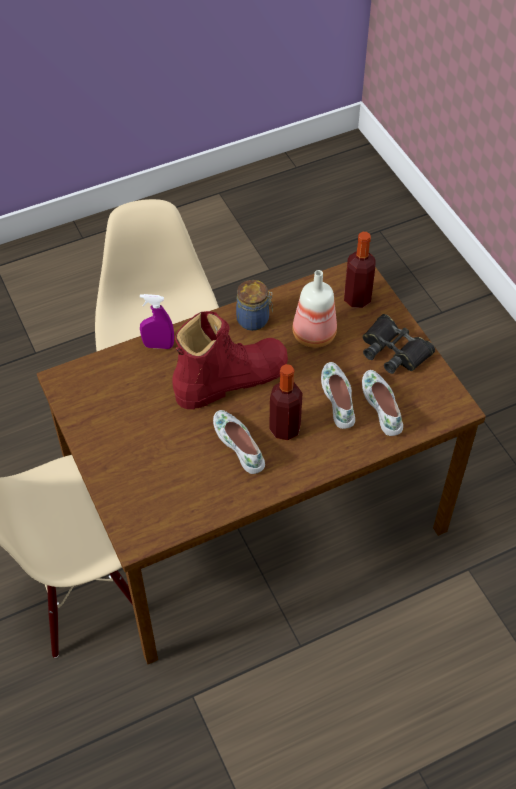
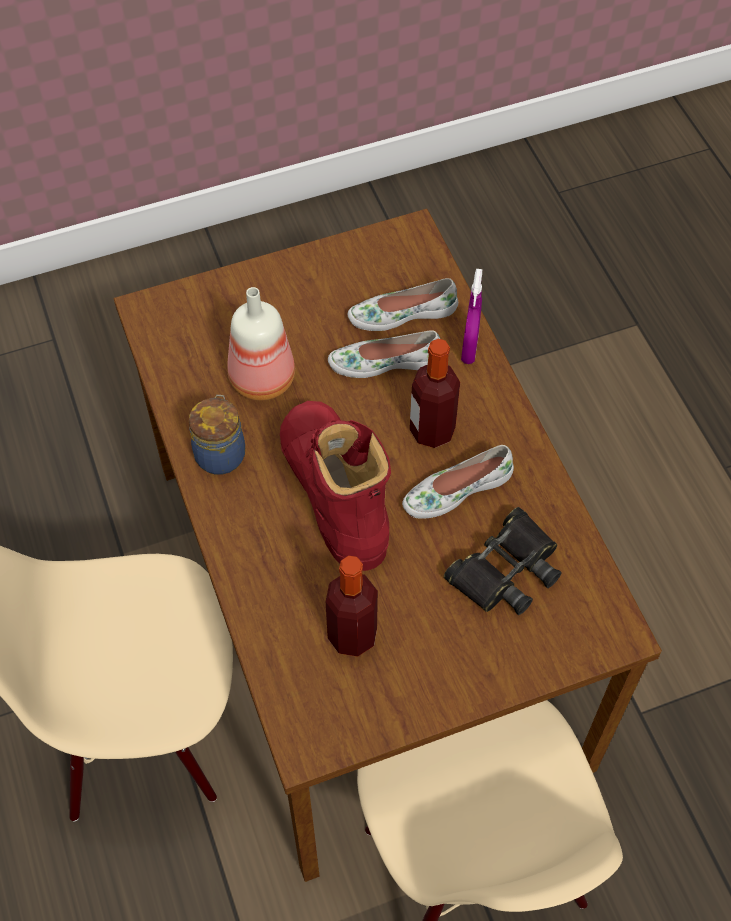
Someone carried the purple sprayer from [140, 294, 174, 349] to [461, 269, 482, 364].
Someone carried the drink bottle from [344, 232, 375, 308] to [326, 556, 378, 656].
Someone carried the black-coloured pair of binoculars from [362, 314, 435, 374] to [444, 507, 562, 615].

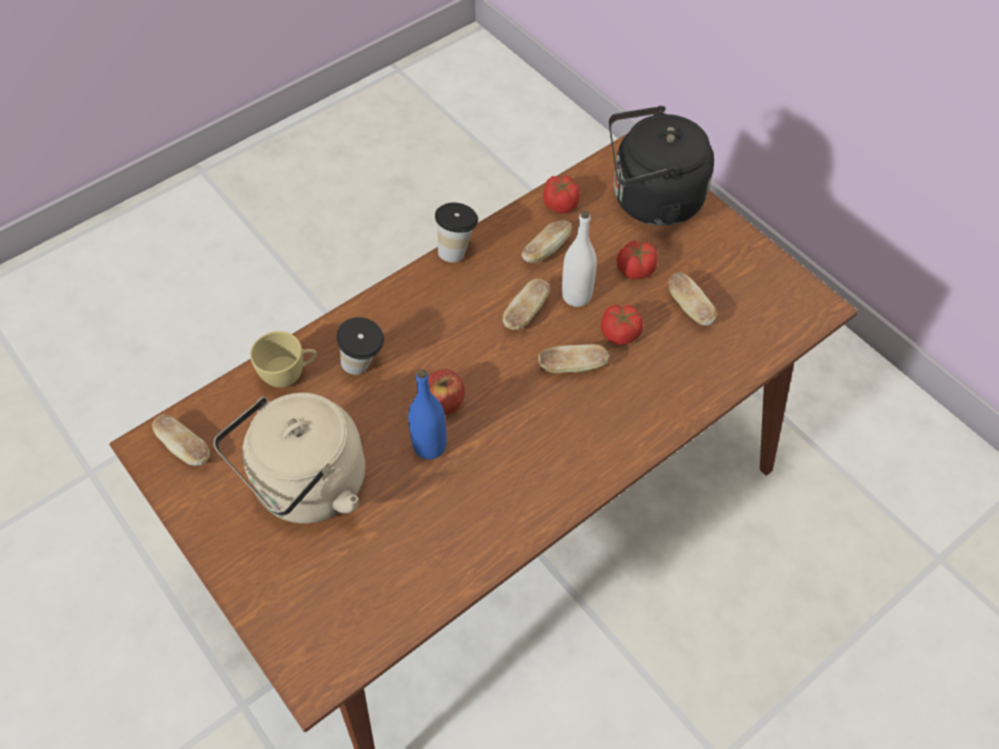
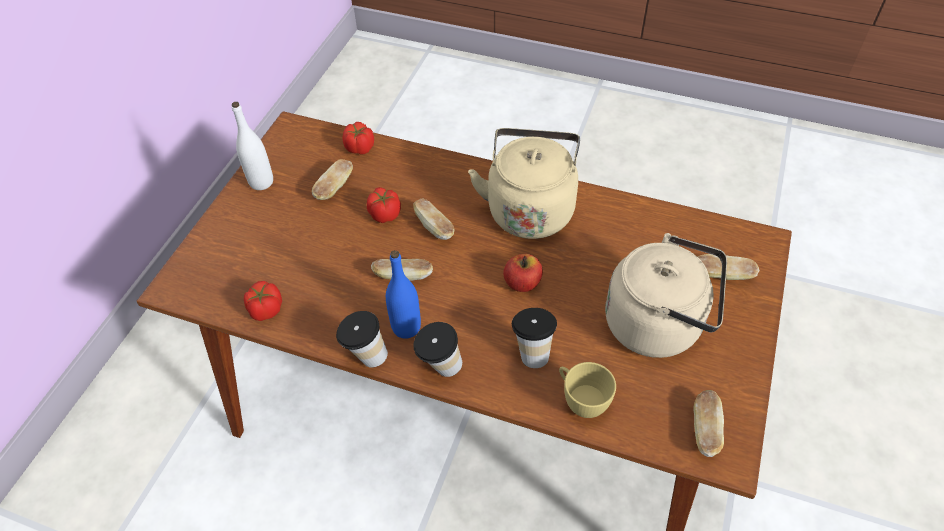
Someone took away the black-coloured tea kettle at [609, 106, 714, 226].
Someone put down the small cup at [413, 322, 462, 377].
Someone put down the beige tea kettle at [468, 128, 580, 239].
Someone carried the blue-coloured drink bottle from [408, 369, 447, 460] to [386, 250, 421, 339].
Someone carried the bakery bread from [522, 220, 572, 263] to [698, 254, 760, 280].
Someone carried the white drink bottle from [562, 211, 597, 307] to [232, 102, 273, 190].
Someone carried the tomato from [617, 240, 657, 280] to [342, 122, 374, 155].

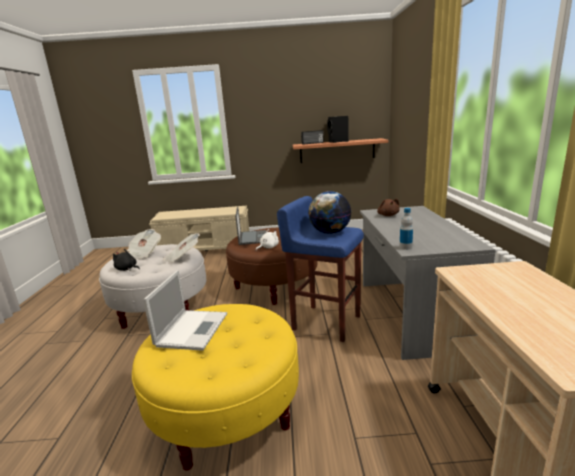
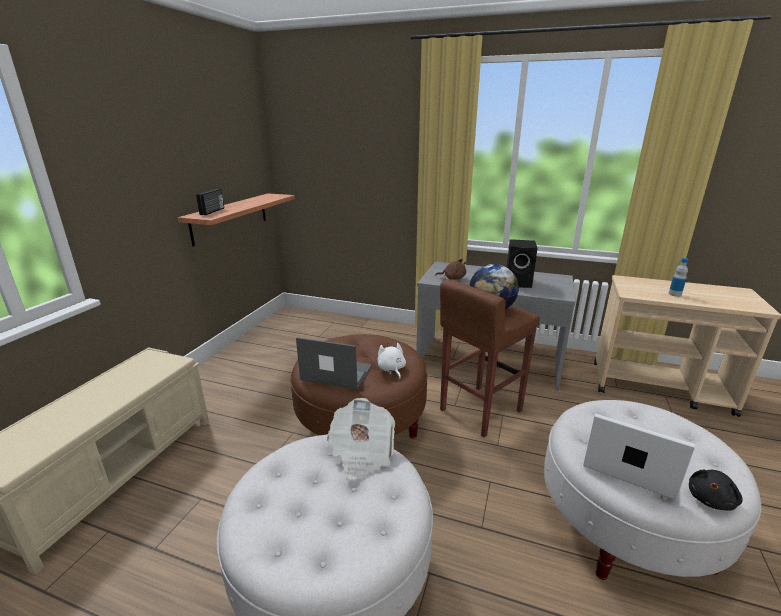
Someone took away the newspaper at [127, 229, 161, 259].
Someone carried the black-coloured soft toy from [113, 249, 140, 271] to [689, 469, 743, 511].
Someone carried the black-coloured audio speaker from [327, 116, 349, 143] to [507, 239, 537, 288].
Someone carried the drink bottle from [400, 208, 413, 250] to [668, 258, 688, 297].
Someone repainted the yellowish footrest at [132, 304, 299, 471], which became the white footrest at [544, 400, 761, 580].
Someone repainted the blue-coloured stool at [277, 196, 364, 342], which became the brownish stool at [440, 279, 540, 437].

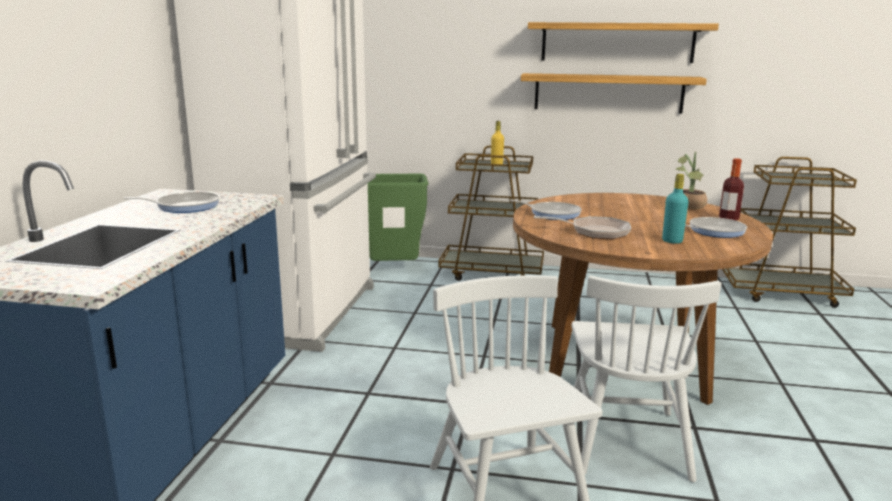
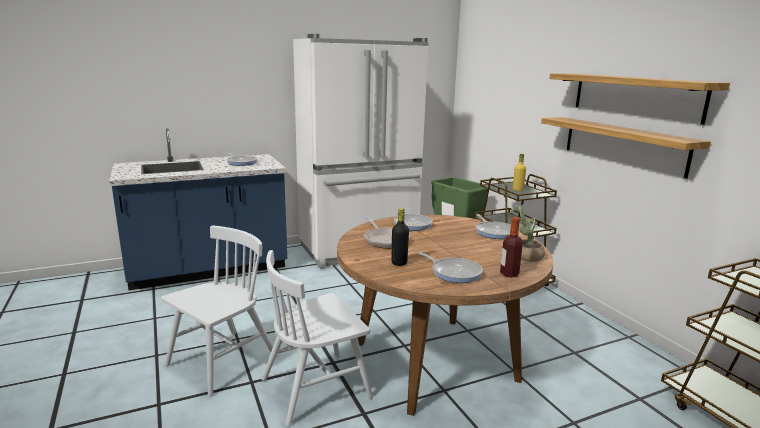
Someone put down the frying pan at [476, 214, 511, 239].
Someone repainted the blue-green drink bottle at [662, 174, 688, 244], which became the black-coloured drink bottle at [391, 208, 409, 266].

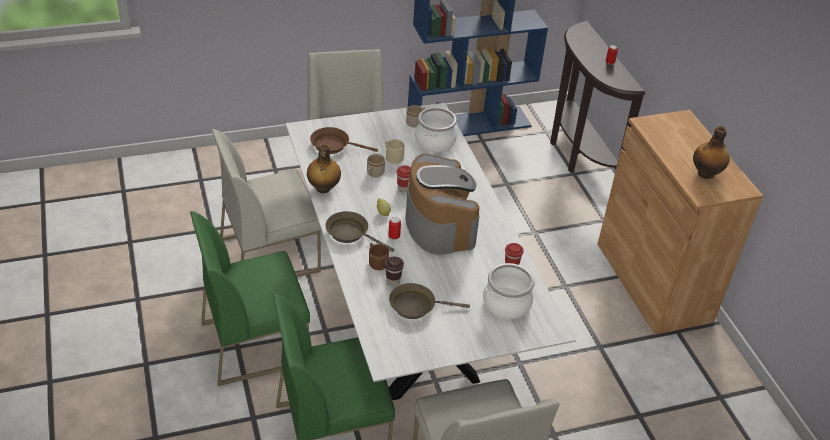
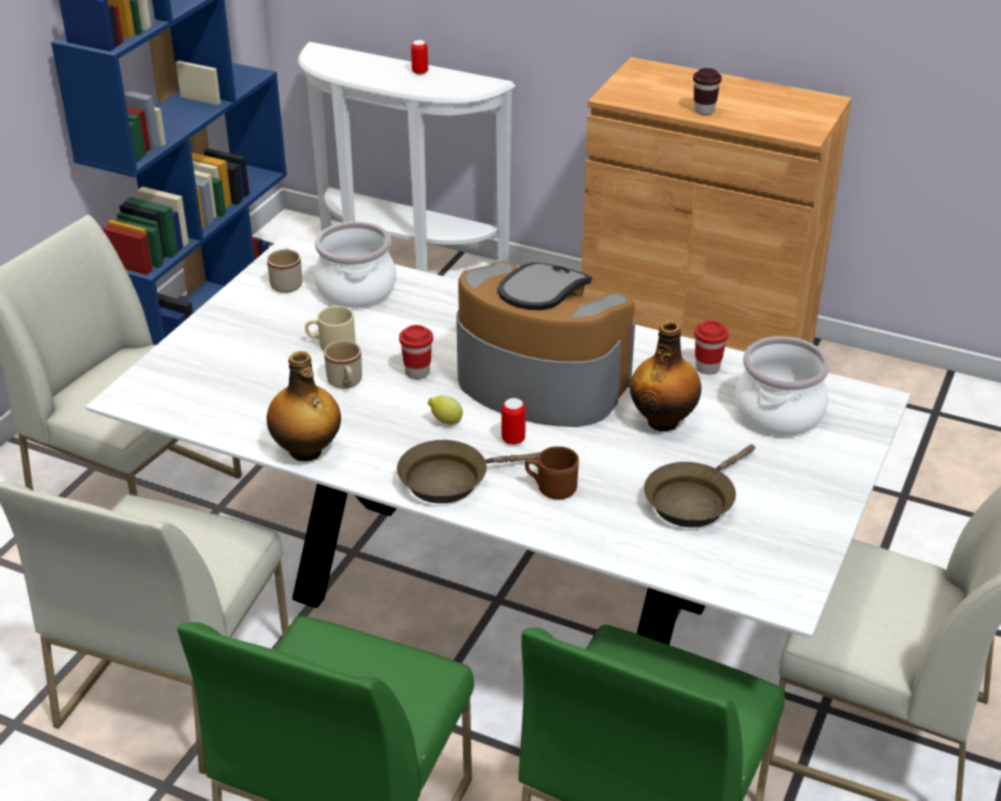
Someone took away the brownish frying pan at [310, 127, 378, 154].
Someone carried the brownish small cup from [385, 256, 404, 285] to [693, 68, 722, 115].
Someone carried the drink bottle from [693, 126, 730, 179] to [630, 320, 702, 431].
Someone repainted the brownish hall table at [550, 21, 645, 173], which became the white hall table at [298, 42, 516, 272].

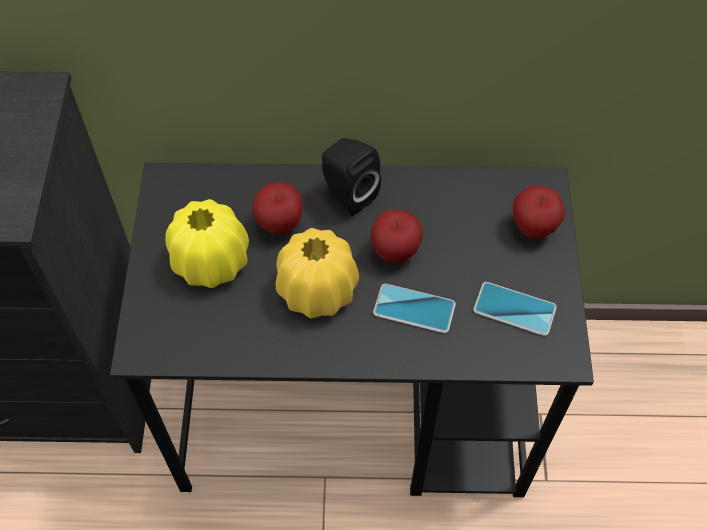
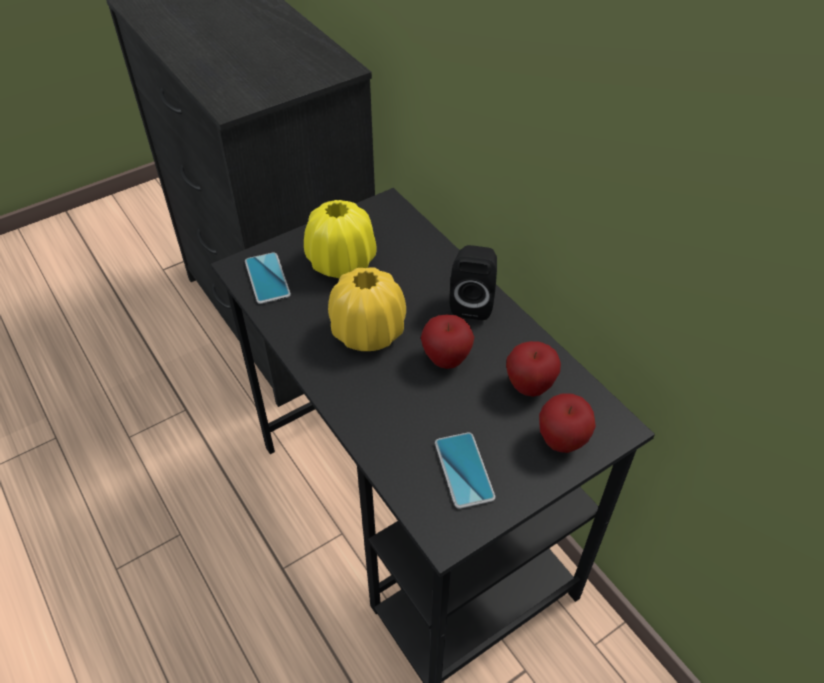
Someone carried the apple fruit from [252, 182, 303, 235] to [506, 341, 561, 397].
Someone carried the telephone from [373, 284, 456, 333] to [245, 252, 291, 304].

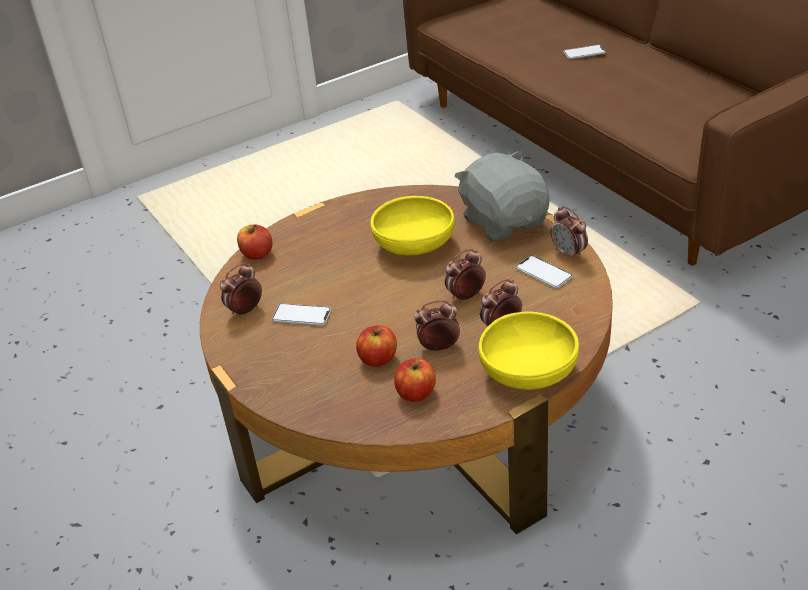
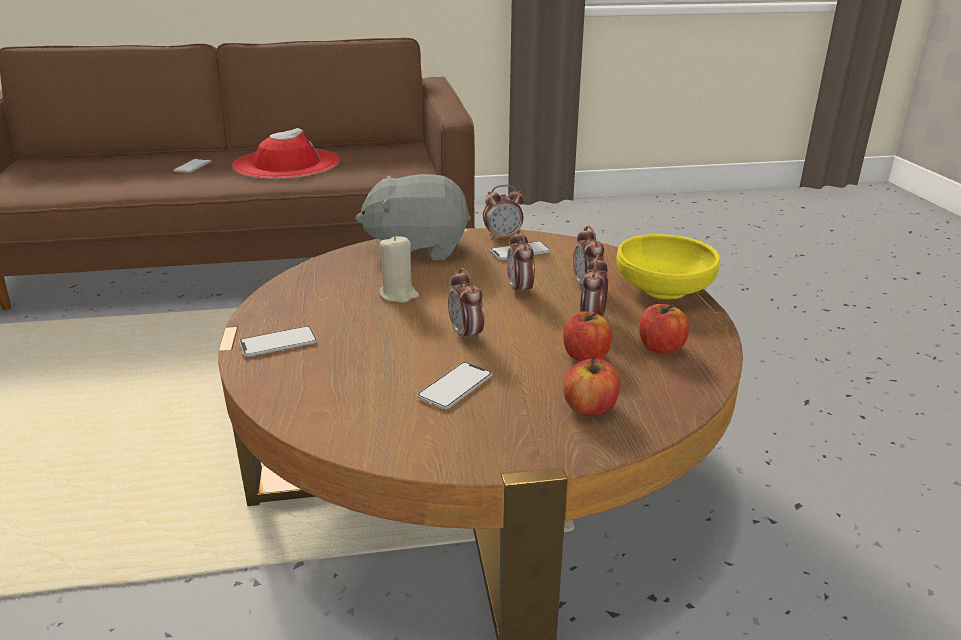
Someone put down the red hat at [232, 128, 340, 179].
Someone put down the telephone at [239, 326, 318, 357].
Someone carried the alarm clock from [220, 263, 262, 318] to [448, 268, 484, 344].
Someone carried the apple fruit from [237, 224, 272, 260] to [563, 357, 620, 416].
Someone swapped the yellowish serving bowl at [370, 196, 455, 255] for the beige wax candle at [379, 235, 419, 303].

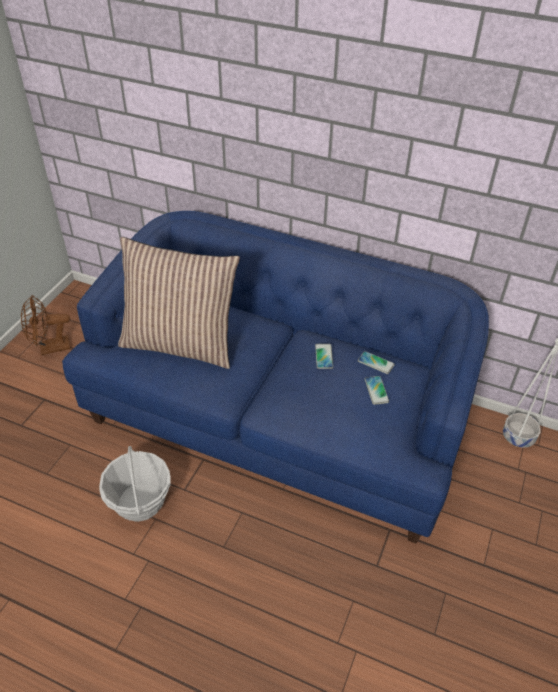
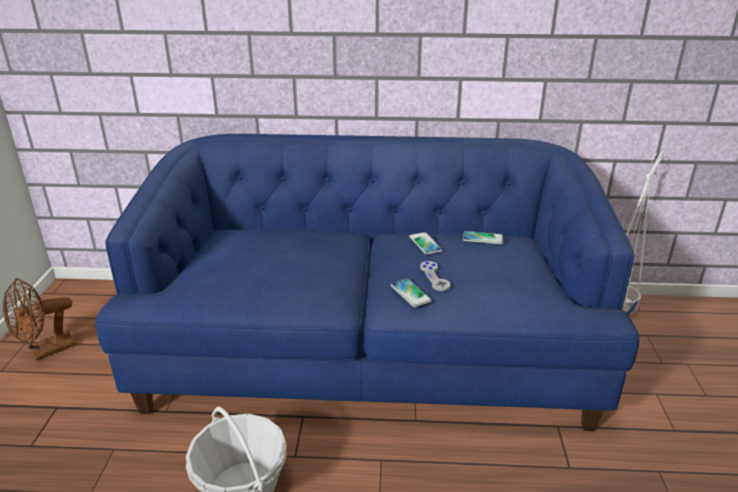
Someone took away the pillow at [118, 237, 240, 369].
Someone put down the greyish gamepad at [420, 261, 451, 291].
Someone carried the telephone from [365, 376, 389, 405] to [391, 279, 432, 307].

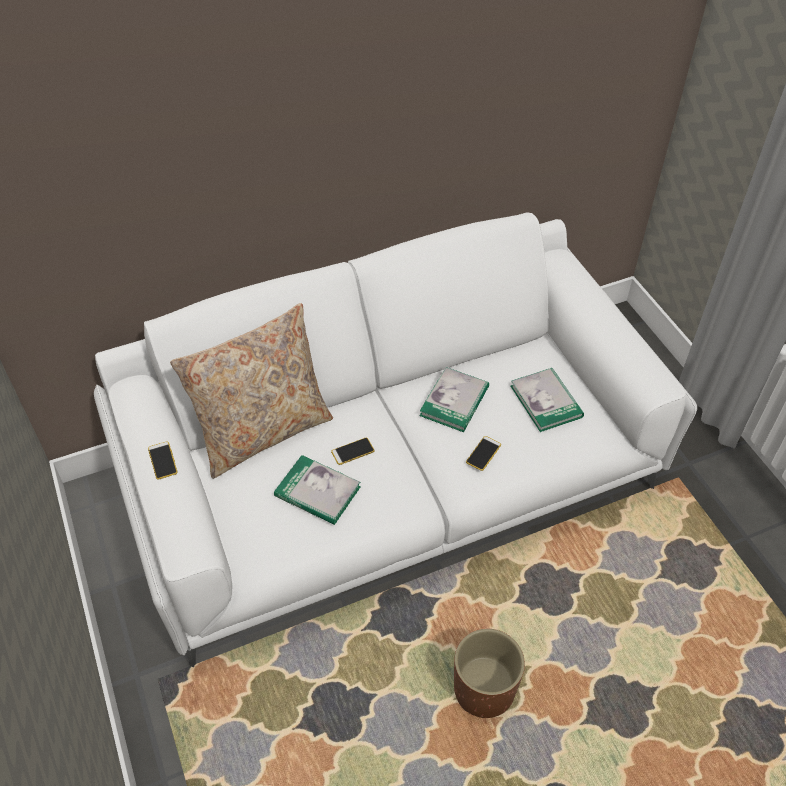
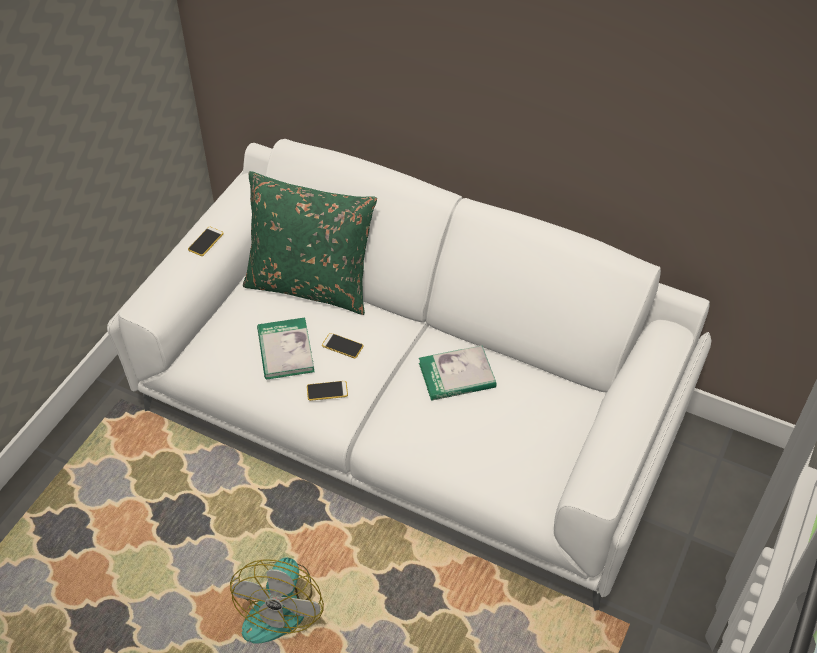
Someone took away the book at [511, 368, 584, 432].
Someone carried the telephone from [466, 436, 501, 471] to [307, 381, 348, 401].
Someone swapped the brownish planter at [454, 629, 525, 718] for the electric fan at [230, 557, 324, 644].
Someone repainted the beige pillow at [170, 303, 333, 479], which became the green-coloured pillow at [243, 171, 377, 315].

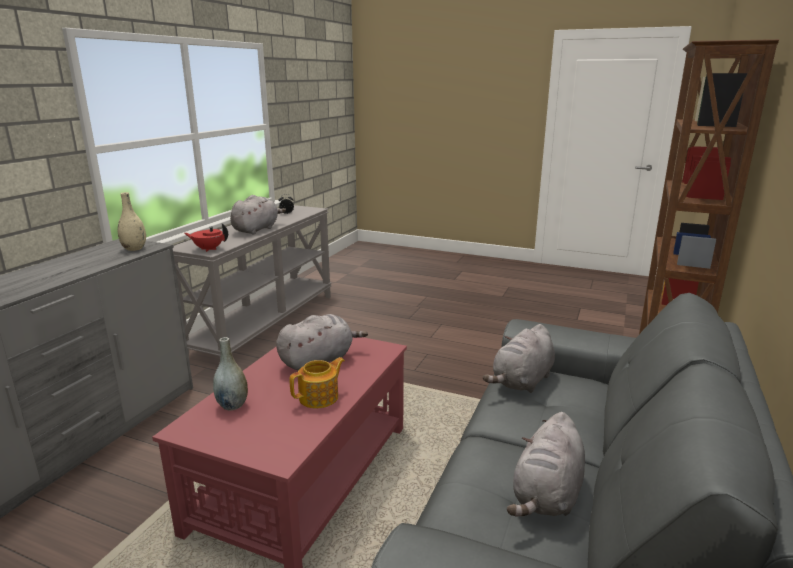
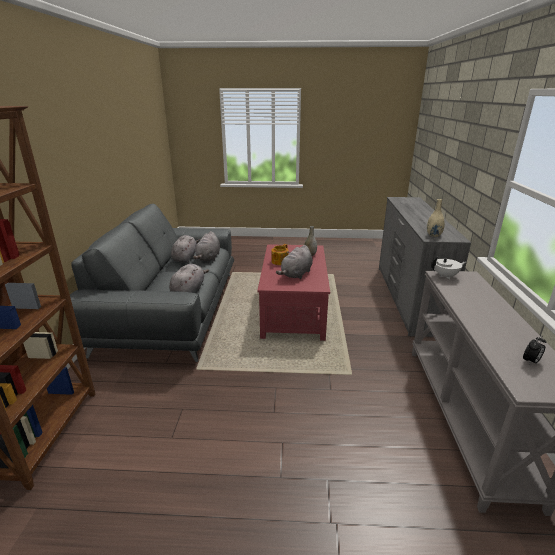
Someone carried the greyish soft toy from [230, 195, 286, 234] to [193, 231, 220, 261].
Someone repainted the red tea pot at [184, 223, 228, 252], which became the white tea pot at [431, 256, 466, 279].

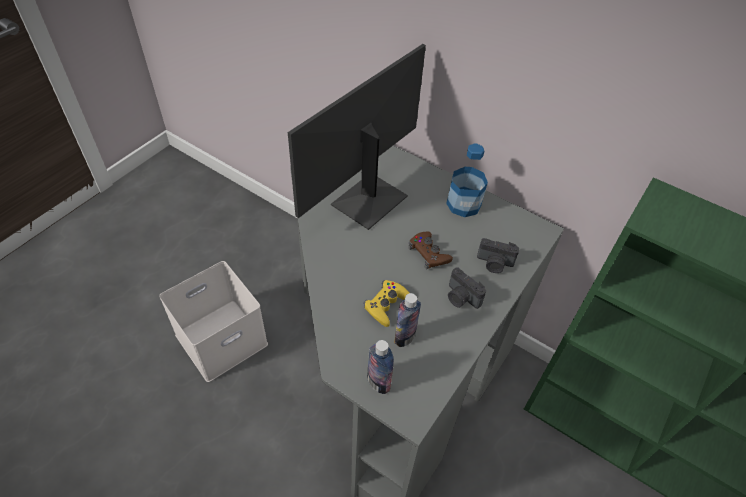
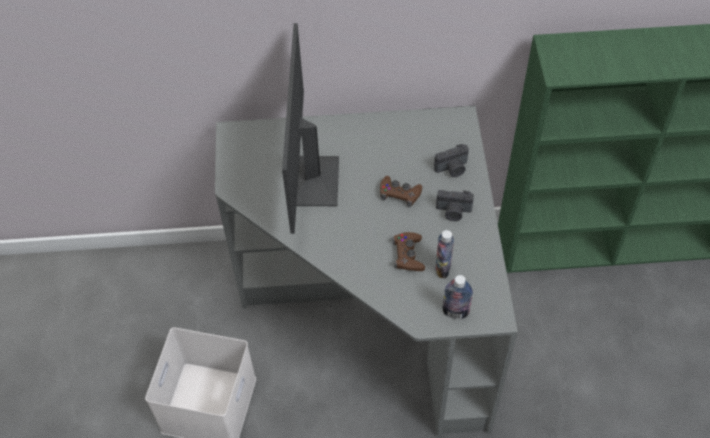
Someone took away the drink bottle at [446, 143, 488, 217].
Someone repainted the yellowish gamepad at [364, 280, 410, 327], which became the brownish gamepad at [392, 232, 425, 271].

